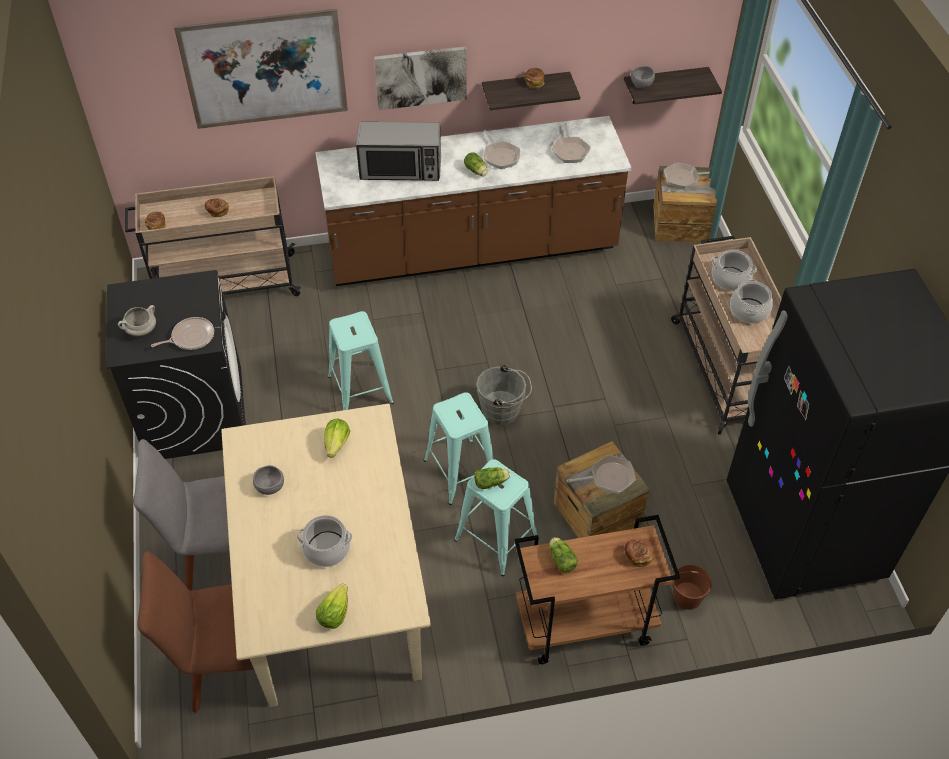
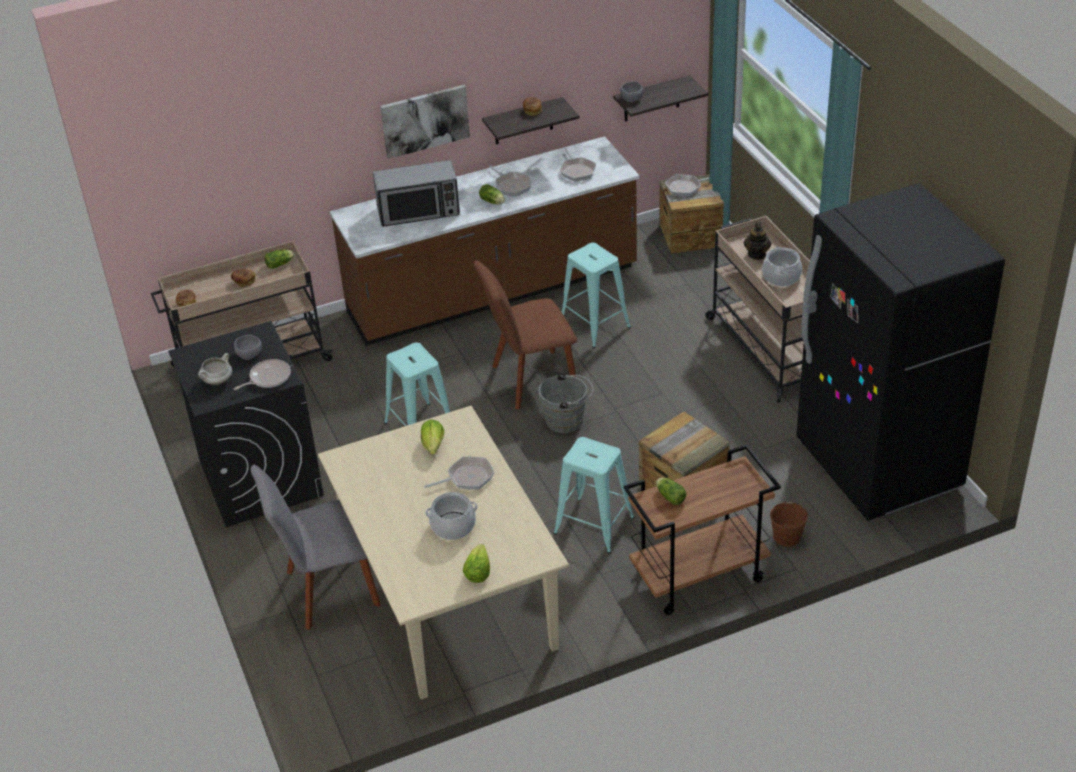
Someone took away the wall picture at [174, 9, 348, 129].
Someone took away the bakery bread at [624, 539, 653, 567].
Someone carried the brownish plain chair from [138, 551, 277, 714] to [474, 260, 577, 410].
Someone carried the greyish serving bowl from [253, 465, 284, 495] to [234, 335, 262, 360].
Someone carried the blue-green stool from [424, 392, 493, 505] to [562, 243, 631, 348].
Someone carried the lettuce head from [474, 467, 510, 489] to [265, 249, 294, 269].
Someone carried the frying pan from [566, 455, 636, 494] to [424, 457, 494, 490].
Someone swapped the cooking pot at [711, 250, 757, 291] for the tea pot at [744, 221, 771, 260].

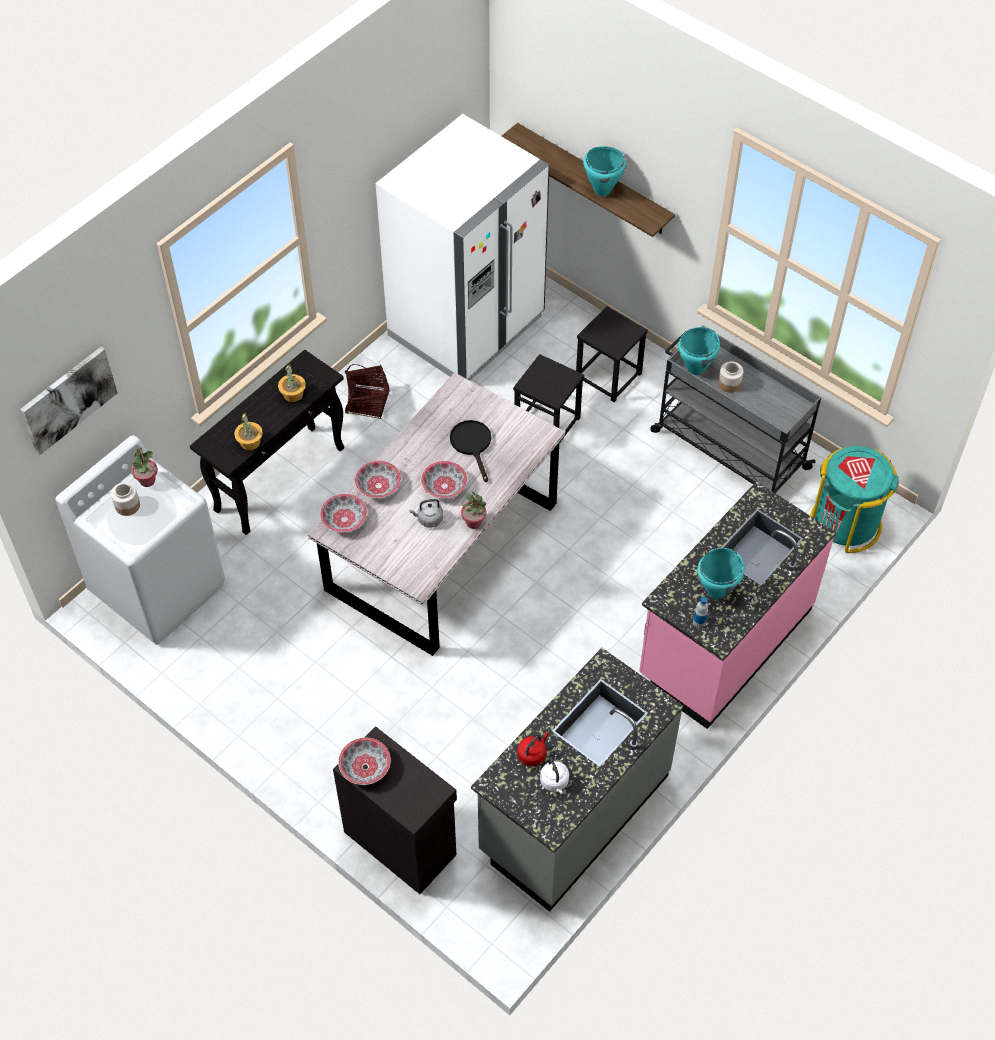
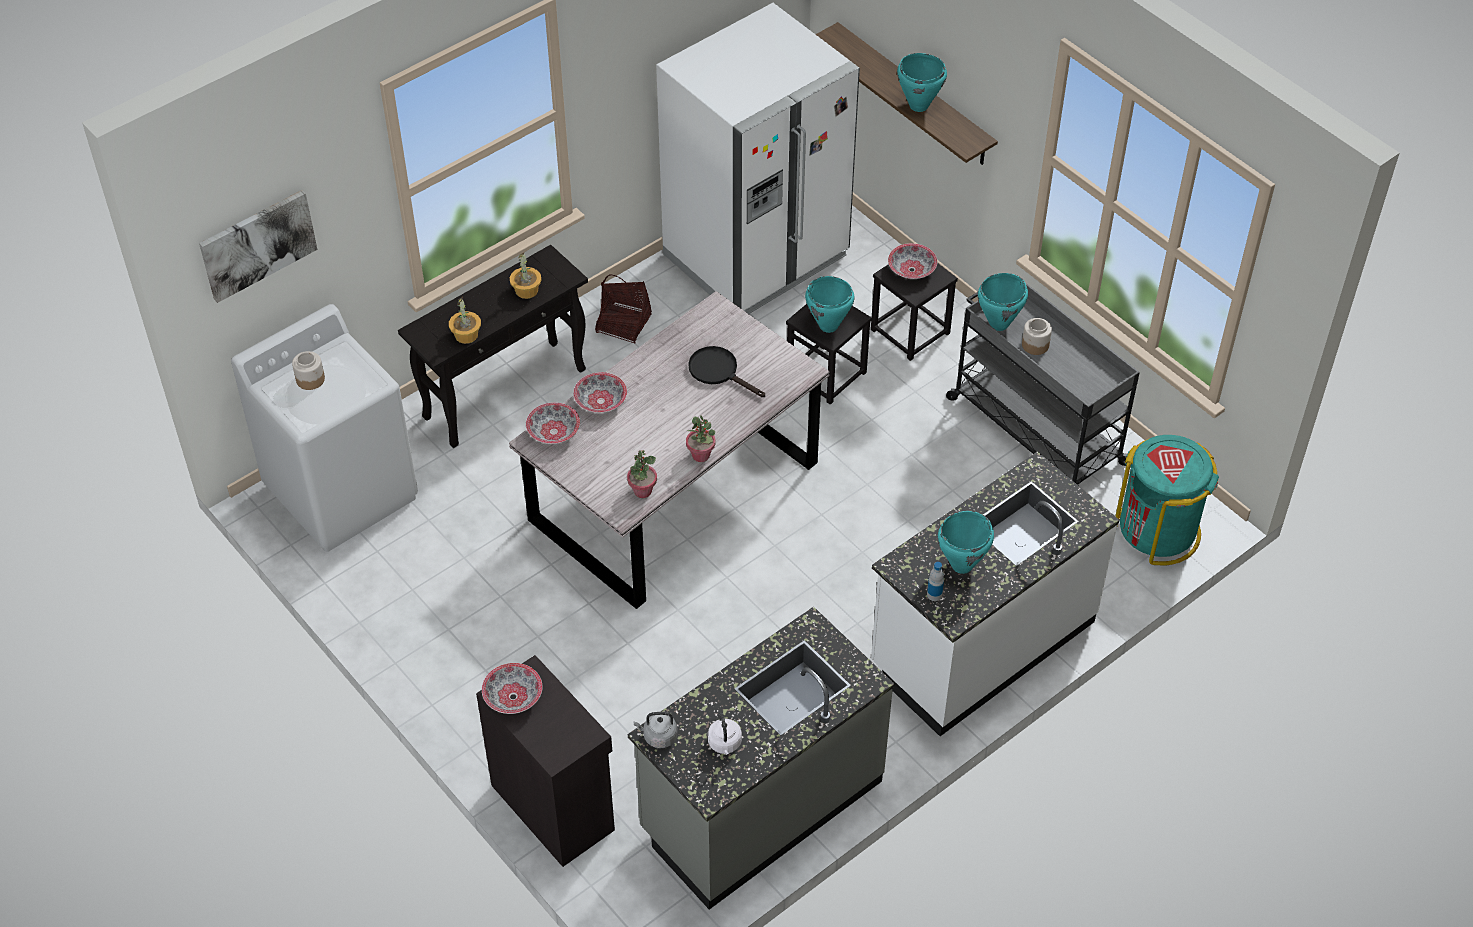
Someone took away the red tea kettle at [517, 732, 549, 766].
Someone put down the blue-green cooking pot at [805, 276, 855, 333].
Someone carried the potted plant from [131, 447, 158, 487] to [627, 450, 657, 498].
Someone carried the greyish tea kettle from [409, 499, 443, 527] to [633, 712, 678, 749].
Someone carried the serving bowl from [421, 461, 467, 499] to [888, 243, 938, 279].
Someone repainted the pink counter at [639, 481, 836, 729], which became the white counter at [871, 451, 1119, 736].
Someone rotated the black-coloured frying pan at [450, 420, 491, 482] by 45 degrees counterclockwise.

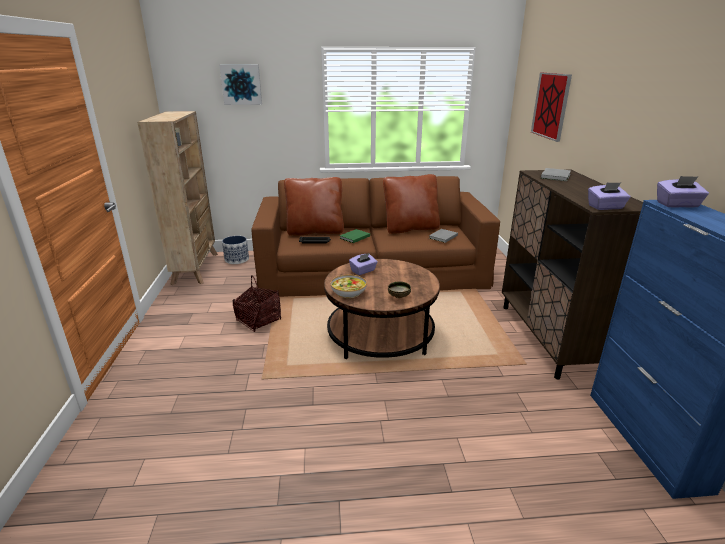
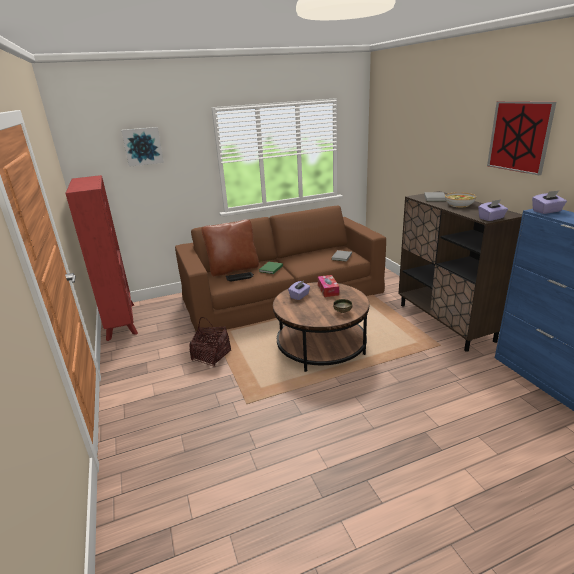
Someone took away the planter at [222, 236, 249, 264].
Someone took away the brownish pillow at [383, 174, 440, 234].
Someone put down the tissue holder at [318, 275, 339, 297].
Someone carried the serving bowl from [331, 275, 367, 298] to [445, 192, 476, 207].
Someone carried the wall picture from [531, 72, 572, 142] to [487, 101, 556, 175].
Someone repainted the beige bookcase at [137, 111, 218, 285], which became the red bookcase at [65, 175, 138, 341].

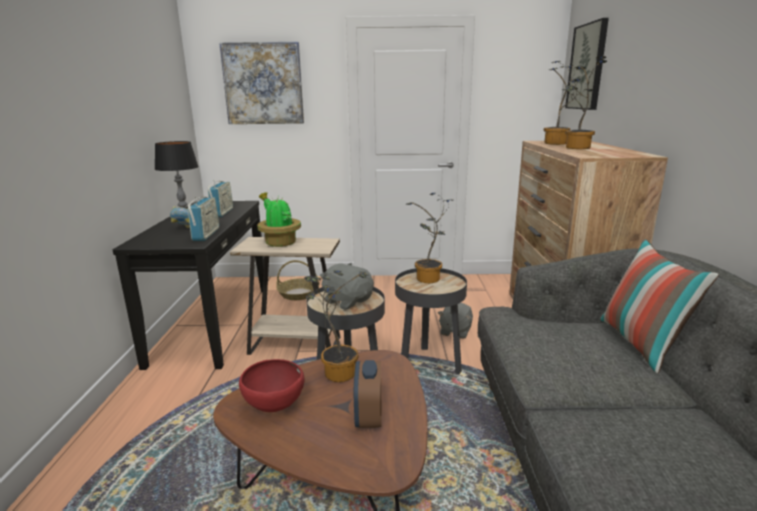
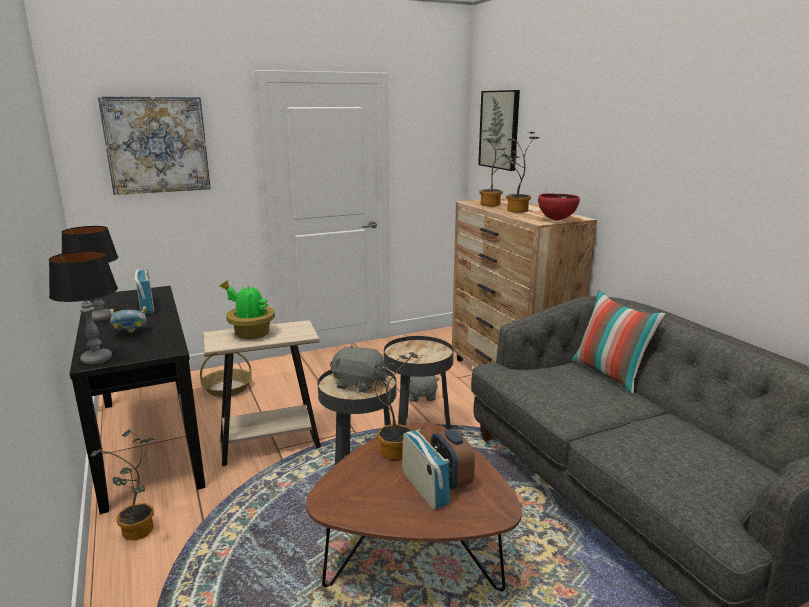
Someone put down the table lamp at [49, 250, 118, 365].
Someone carried the radio set from [188, 197, 219, 241] to [402, 429, 450, 509].
Someone carried the red serving bowl from [239, 359, 304, 412] to [538, 193, 580, 221].
Someone carried the potted plant from [406, 193, 449, 283] to [90, 430, 154, 540].

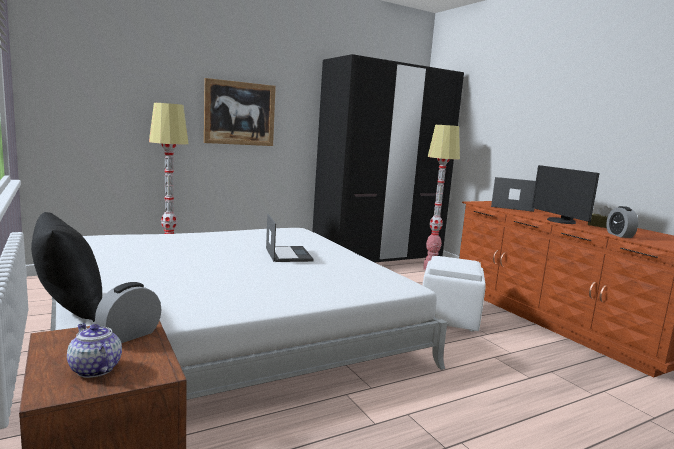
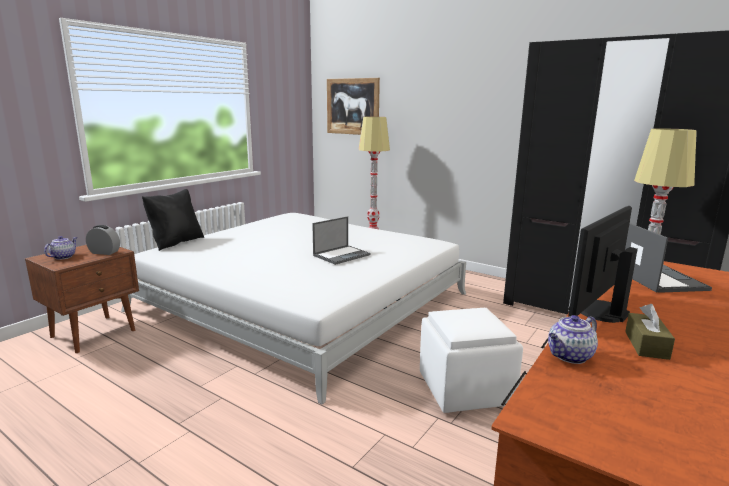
Someone carried the wall picture from [204, 78, 276, 146] to [327, 78, 380, 135].
Someone swapped the alarm clock at [606, 206, 638, 238] for the tea pot at [548, 315, 598, 364].

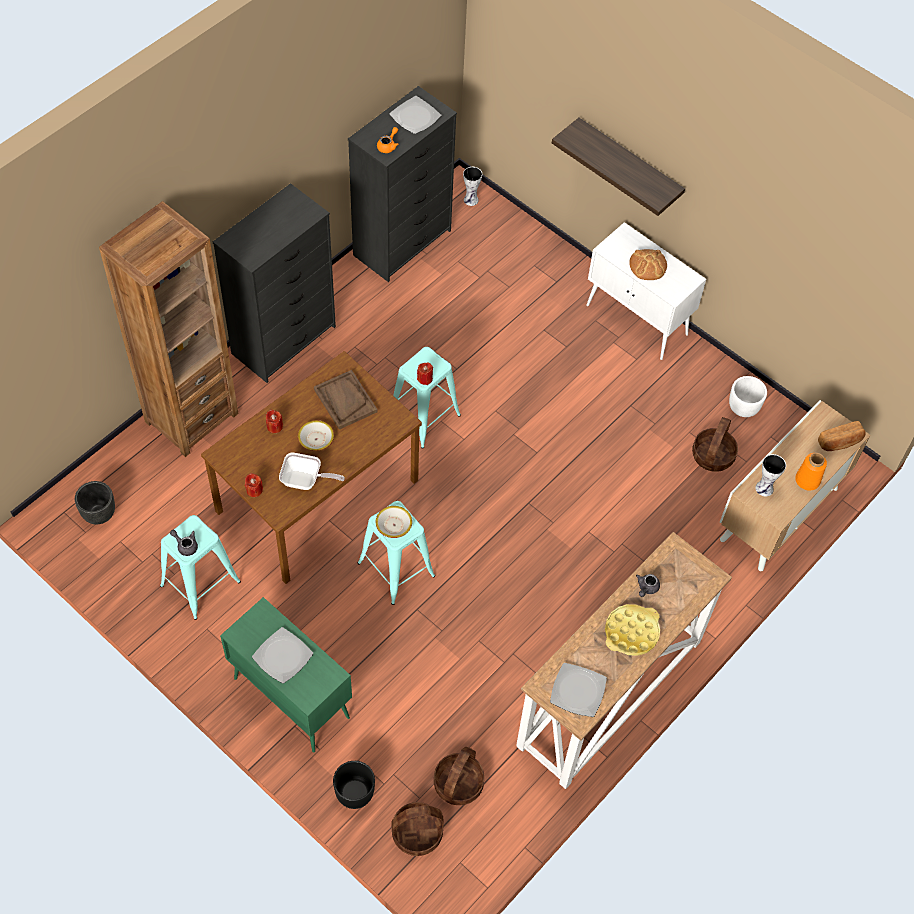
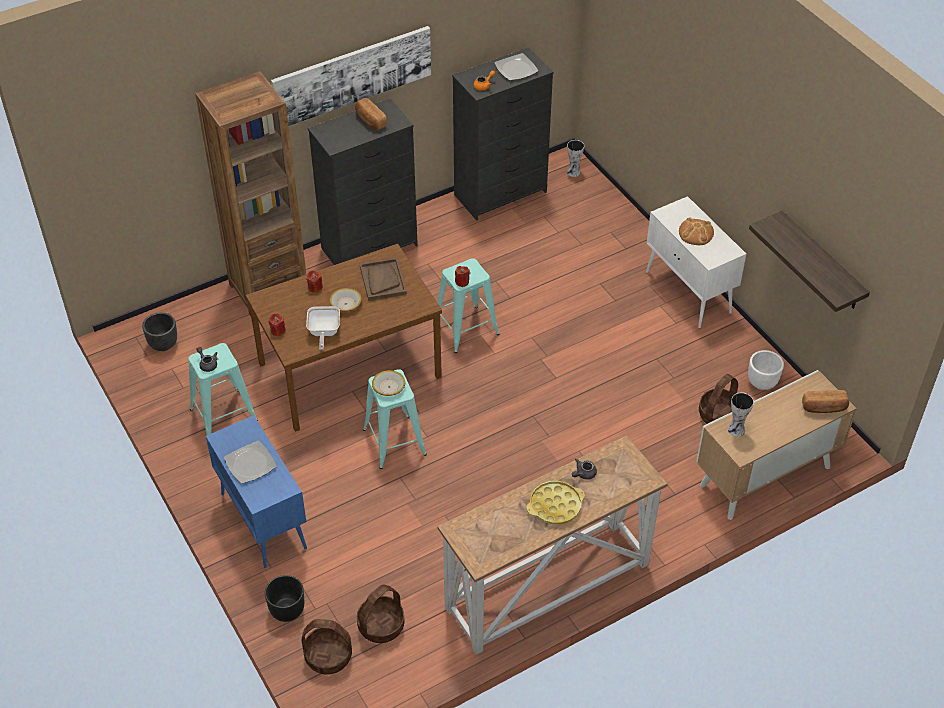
Someone took away the dinner plate at [550, 663, 607, 717].
Someone took away the orange-coloured flower vase at [795, 453, 827, 491].
Someone put up the wall picture at [271, 26, 431, 126].
Someone put down the bakery bread at [355, 98, 387, 130].
Someone carried the shelf from [552, 118, 685, 216] to [749, 211, 870, 312].
Someone repainted the green-coloured storage cabinet at [220, 597, 352, 752], which became the blue-coloured storage cabinet at [206, 415, 307, 568].
Someone rotated the frying pan at [279, 453, 345, 490] by 60 degrees clockwise.

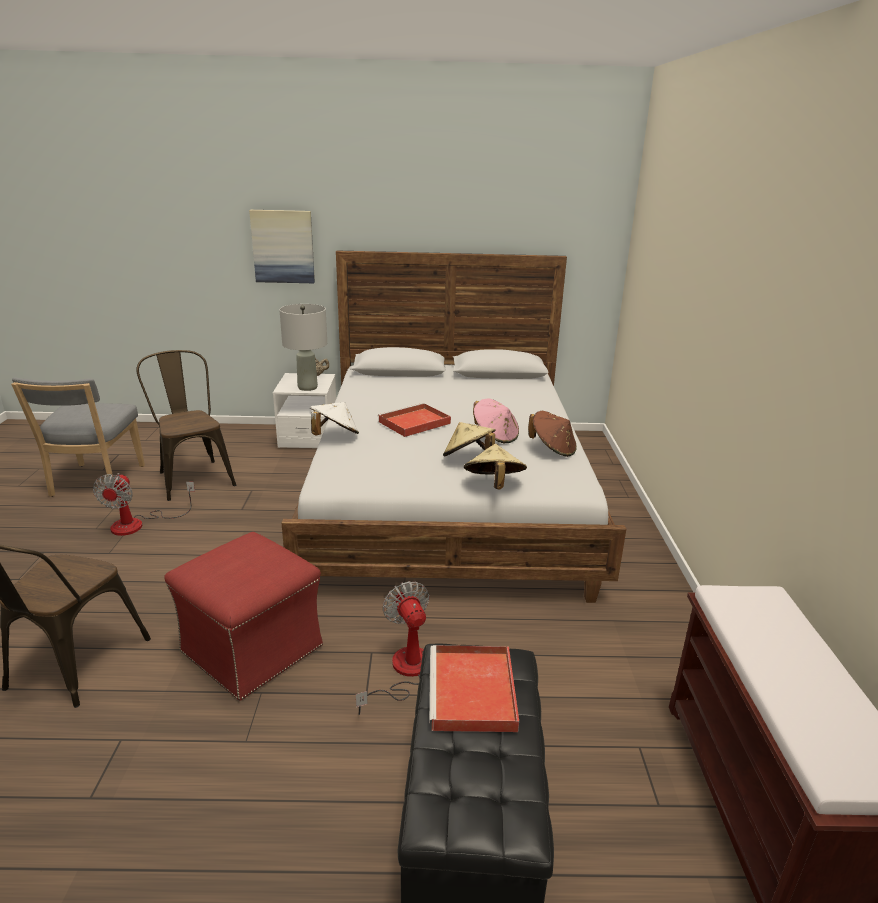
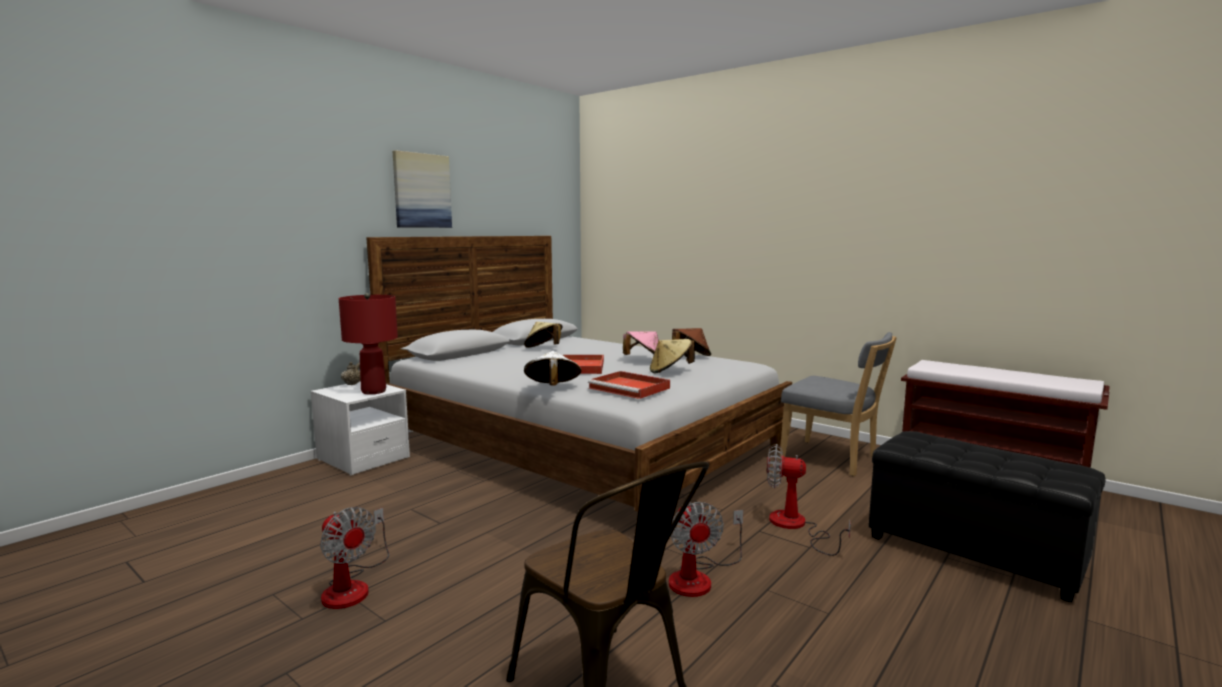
Someone took away the brownish plain chair at [136, 350, 236, 501].
Someone carried the greyish plain chair from [11, 377, 145, 497] to [780, 332, 897, 476].
Someone carried the wall picture from [249, 210, 315, 283] to [393, 150, 452, 228].
Someone carried the red tray from [429, 645, 519, 732] to [588, 371, 670, 399].
Someone carried the beige hat from [464, 444, 527, 490] to [524, 322, 563, 348].
Someone swapped the red footrest at [164, 532, 323, 701] for the electric fan at [669, 502, 743, 597].
Someone repainted the greyish table lamp at [279, 304, 327, 391], which became the red table lamp at [339, 293, 398, 394].

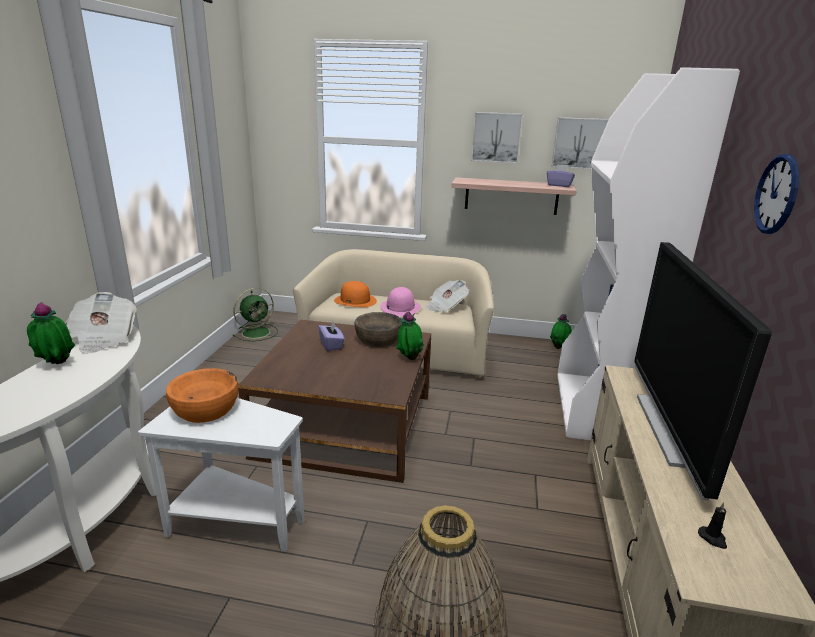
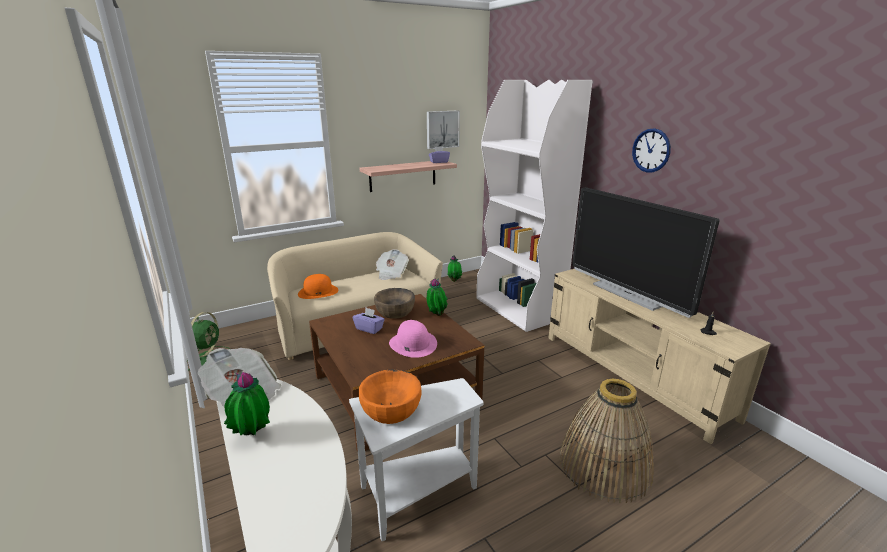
Someone took away the wall picture at [471, 112, 523, 163].
Someone carried the pink hat from [380, 287, 421, 316] to [389, 320, 437, 358].

